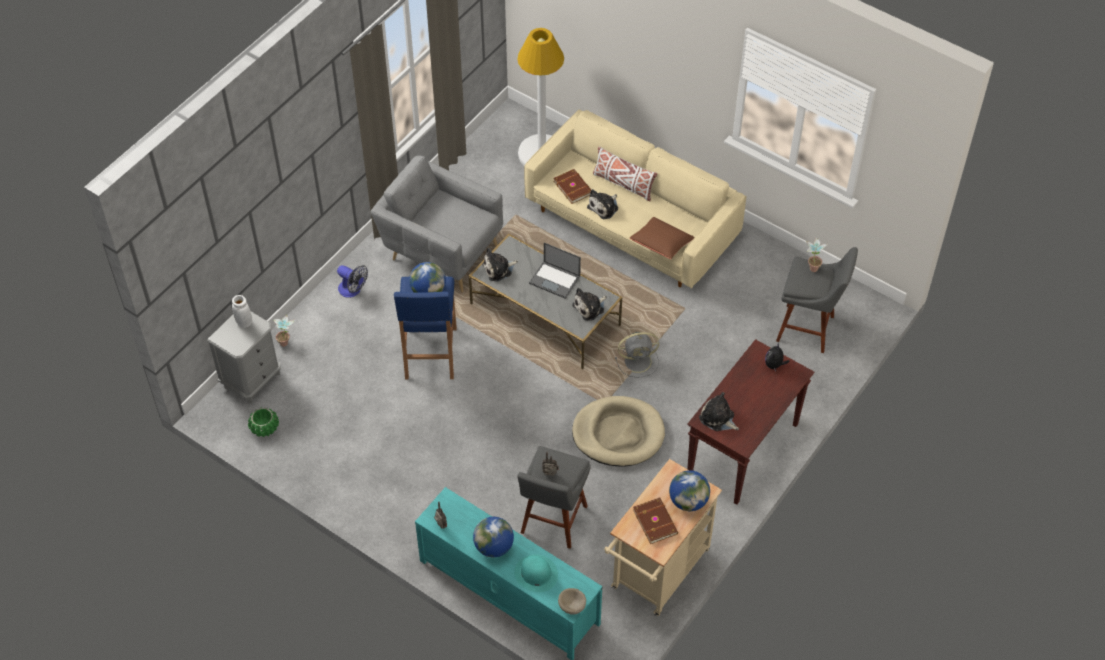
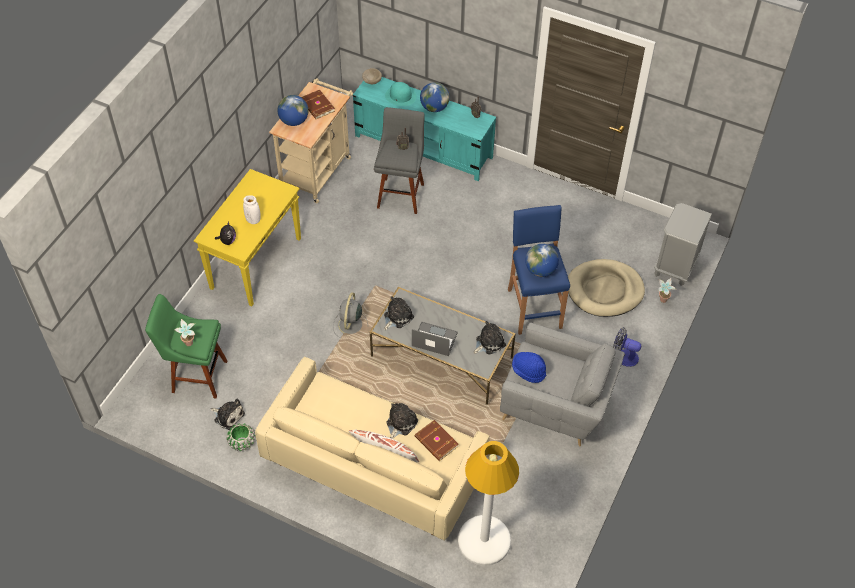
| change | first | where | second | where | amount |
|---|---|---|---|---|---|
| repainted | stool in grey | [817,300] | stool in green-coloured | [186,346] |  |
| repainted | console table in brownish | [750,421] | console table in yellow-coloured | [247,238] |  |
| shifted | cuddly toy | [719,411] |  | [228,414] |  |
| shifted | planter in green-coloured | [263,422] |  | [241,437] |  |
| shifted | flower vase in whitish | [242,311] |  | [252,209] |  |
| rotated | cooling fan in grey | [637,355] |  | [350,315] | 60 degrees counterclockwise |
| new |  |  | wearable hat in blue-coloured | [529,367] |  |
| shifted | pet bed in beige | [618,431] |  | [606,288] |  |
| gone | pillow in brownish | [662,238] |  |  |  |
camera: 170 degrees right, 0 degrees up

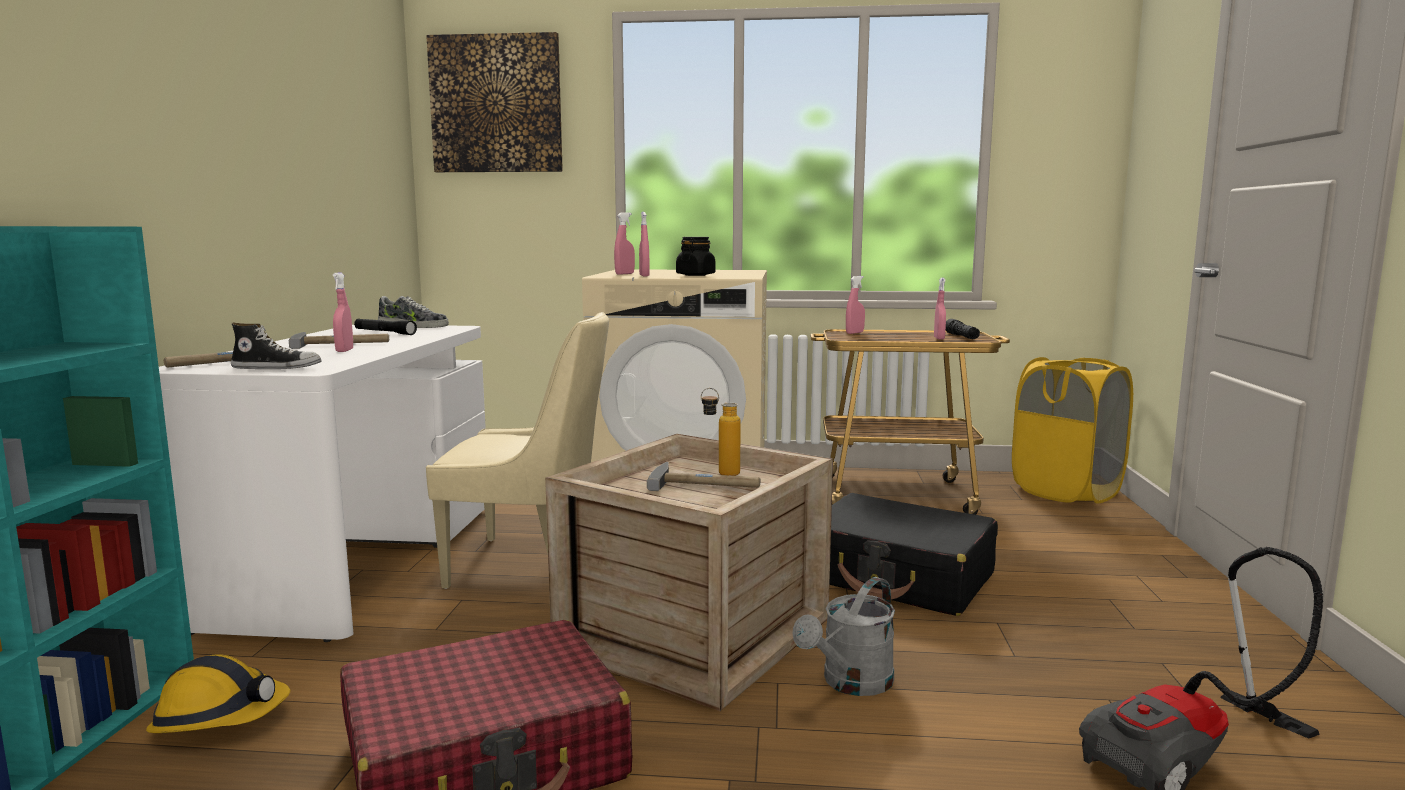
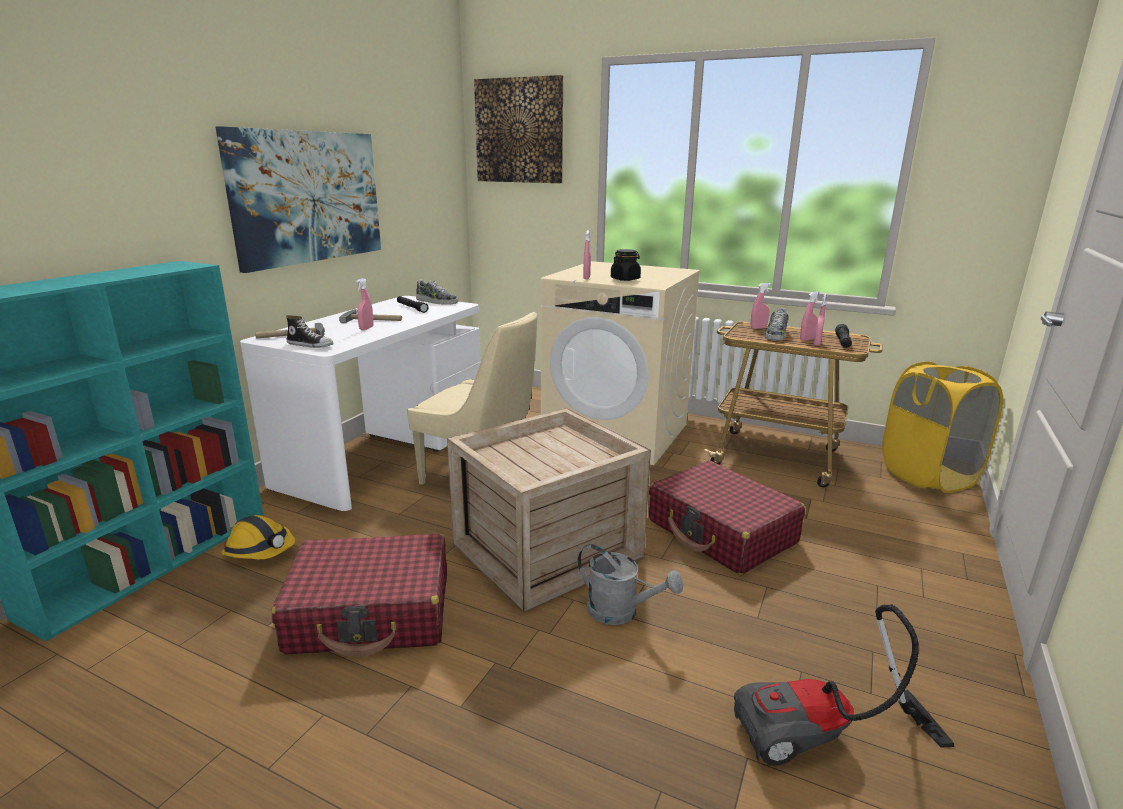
| change | first | where | second | where | amount |
|---|---|---|---|---|---|
| new |  |  | wall art | [298,199] |  |
| rotated | watering can in grey | [844,636] |  | [630,584] | 120 degrees counterclockwise |
| repainted | piece of luggage in blackish | [913,554] | piece of luggage in red | [727,518] |  |
| new |  |  | low shoe | [777,324] |  |
| shifted | spray bottle in pink | [624,243] |  | [810,316] |  |
| gone | tool hammer | [703,476] |  |  |  |
| gone | bottle | [721,432] |  |  |  |
camera: 20 degrees right, 10 degrees up

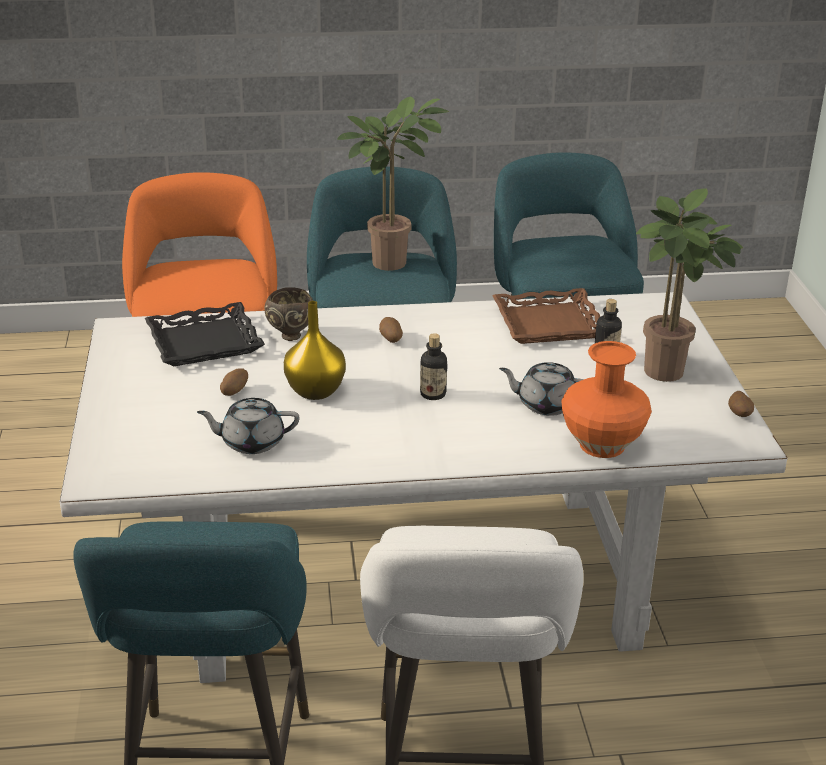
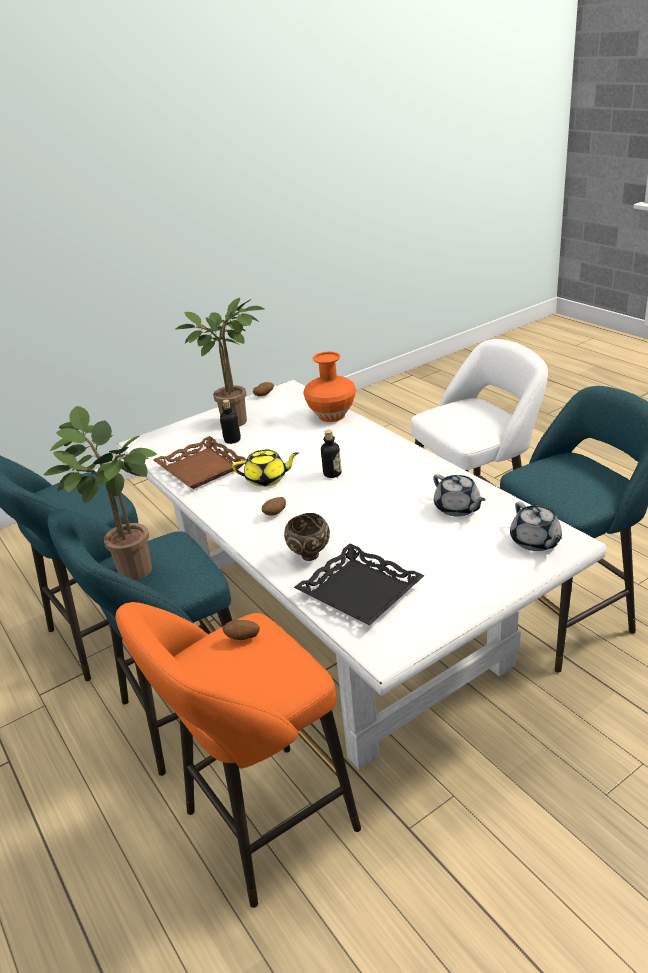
| change | first | where | second | where | amount |
|---|---|---|---|---|---|
| shifted | whole potato | [234,382] |  | [241,630] |  |
| new |  |  | pot for tea in yellow-coloured | [265,468] |  |
| shifted | pot for tea in grey | [541,389] |  | [536,526] |  |
| gone | flower vase in yellow-coloured | [315,350] |  |  |  |
camera: 115 degrees left, 0 degrees up

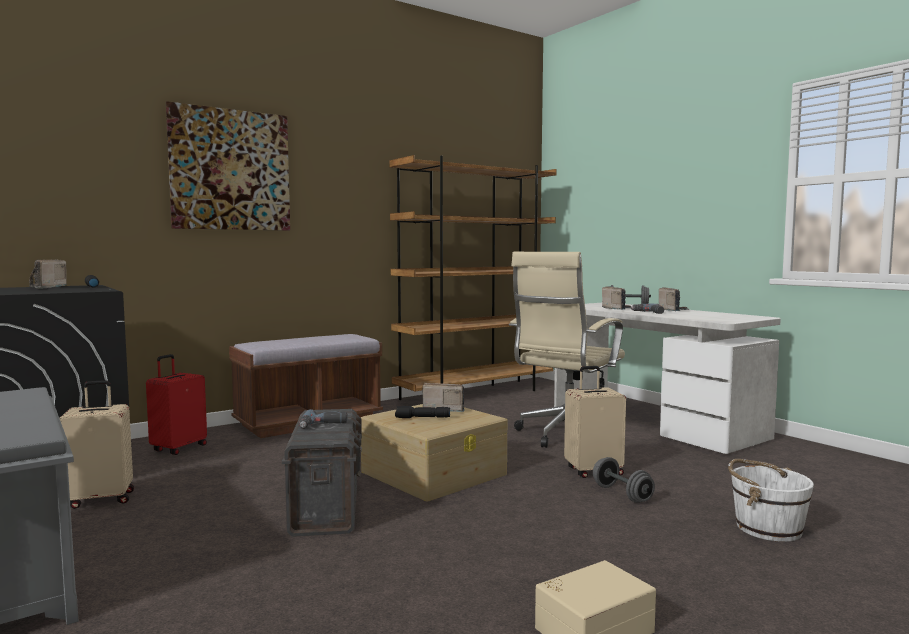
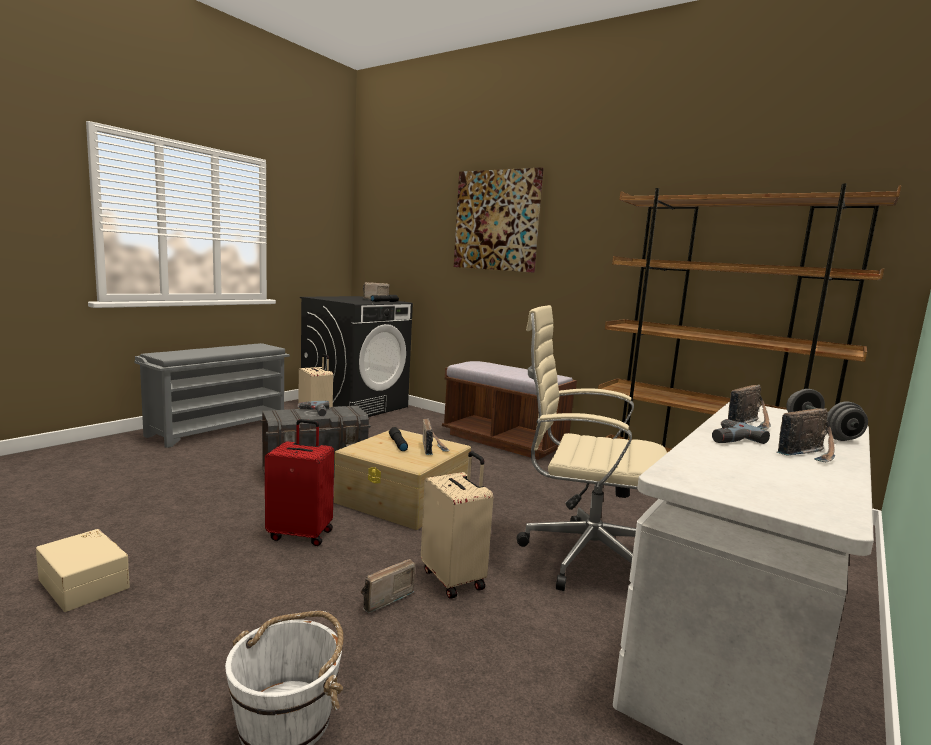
| change | first | where | second | where | amount |
|---|---|---|---|---|---|
| shifted | piece of luggage in red | [176,404] |  | [299,482] |  |
| swapped | free weight in grey | [624,480] | radio receiver | [388,586] |  |
camera: 70 degrees right, 5 degrees up

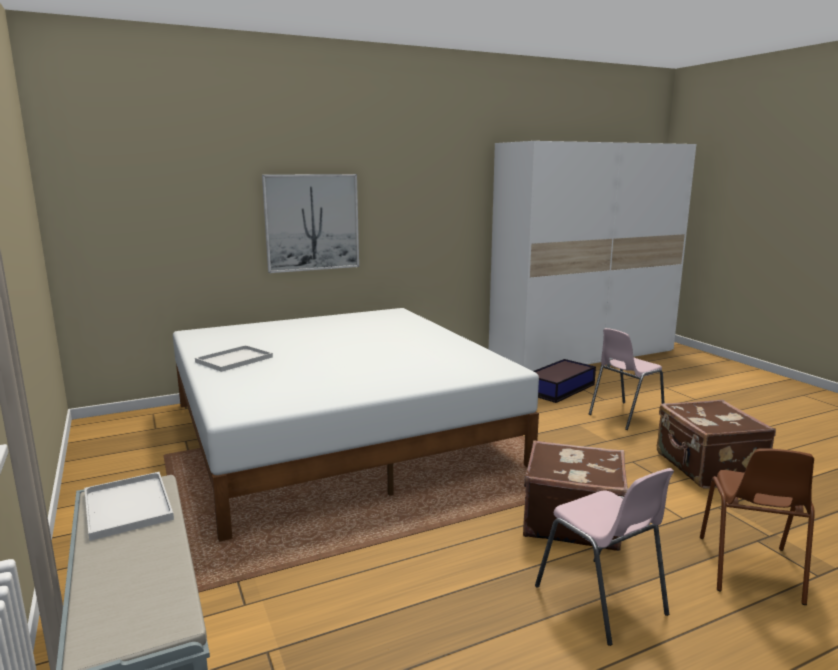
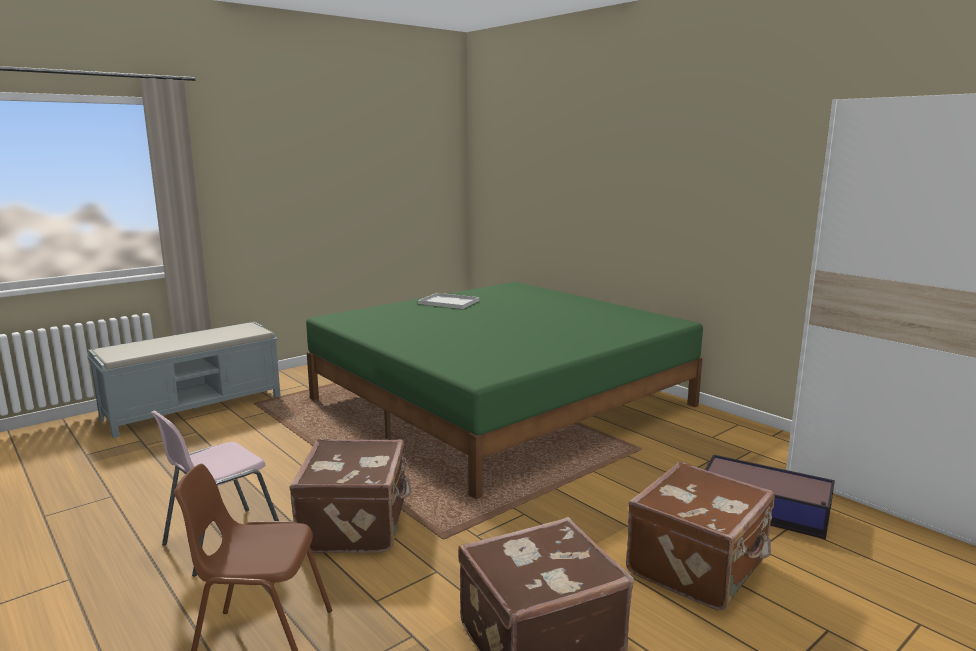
| change | first | where | second | where | amount |
|---|---|---|---|---|---|
| repainted | sleeping bed in whitish | [356,425] | sleeping bed in green-coloured | [504,391] |  |
| swapped | upright chair in pink | [626,379] | piece of luggage in brownish | [700,535] |  |
| gone | carrying tray in whitish | [129,506] |  |  |  |
| gone | wall art | [310,223] |  |  |  |
camera: 75 degrees right, 0 degrees up

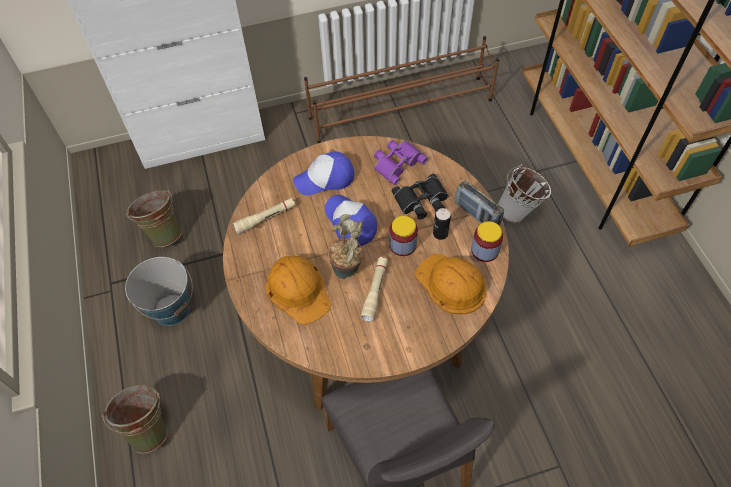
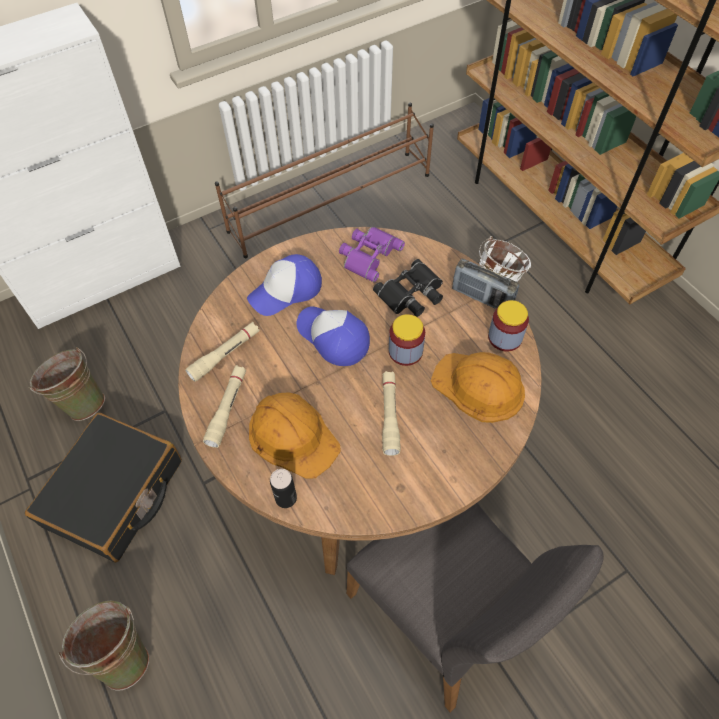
| change | first | where | second | where | amount |
|---|---|---|---|---|---|
| swapped | bucket | [159,291] | piece of luggage in blackish | [103,487] |  |
| new |  |  | torch in beige | [224,406] |  |
| shifted | can | [442,224] |  | [283,488] |  |
| gone | plant in a pot | [345,246] |  |  |  |
camera: 15 degrees left, 0 degrees up

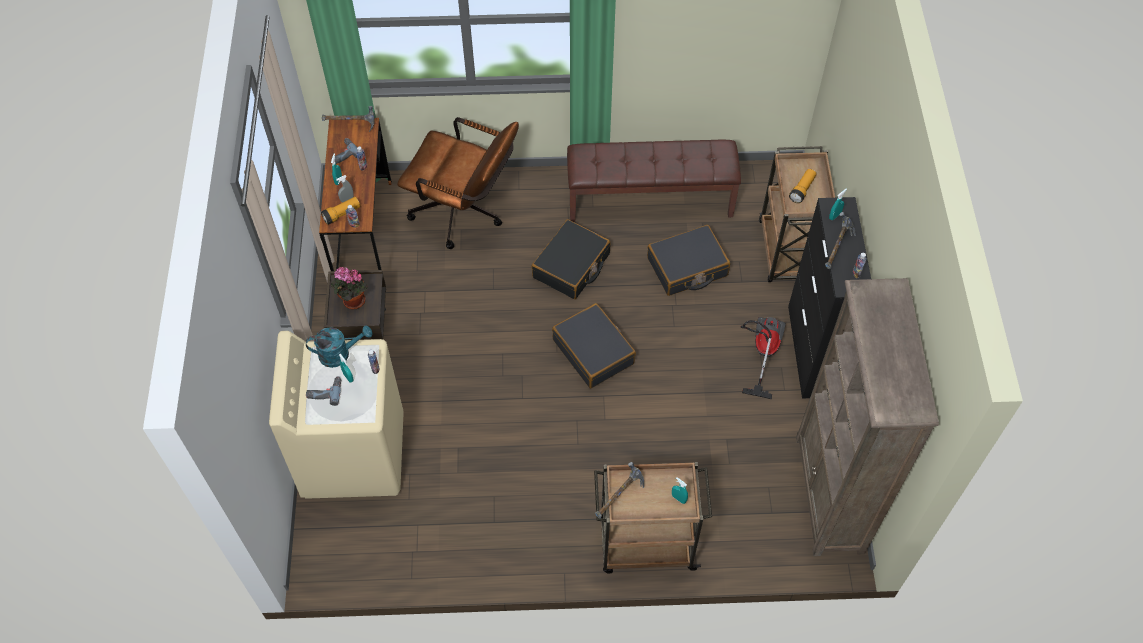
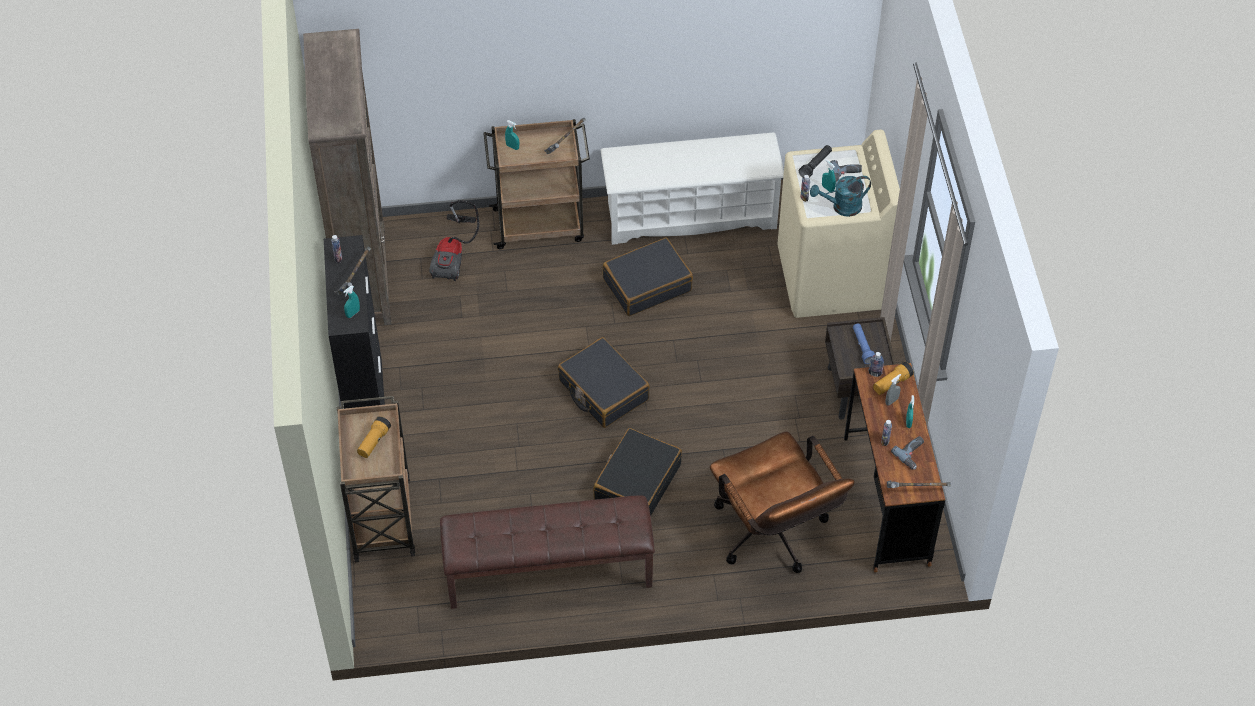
| change | first | where | second | where | amount |
|---|---|---|---|---|---|
| shifted | hoover | [763,358] |  | [454,240] |  |
| new |  |  | shoe stand in whitish | [692,189] |  |
| shifted | piece of luggage in blackish | [688,260] |  | [648,276] |  |
| rotated | desk chair in brownish | [458,183] |  | [782,502] | 135 degrees counterclockwise |
| new |  |  | torch in blackish | [815,161] |  |
| swapped | plant in a pot | [349,288] | torch in blue-coloured | [864,344] |  |
camera: 175 degrees right, 5 degrees down

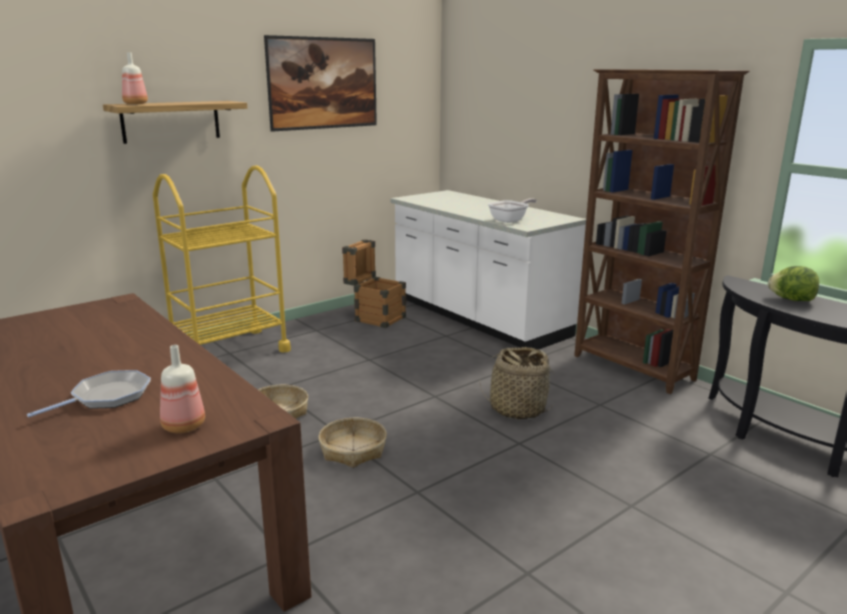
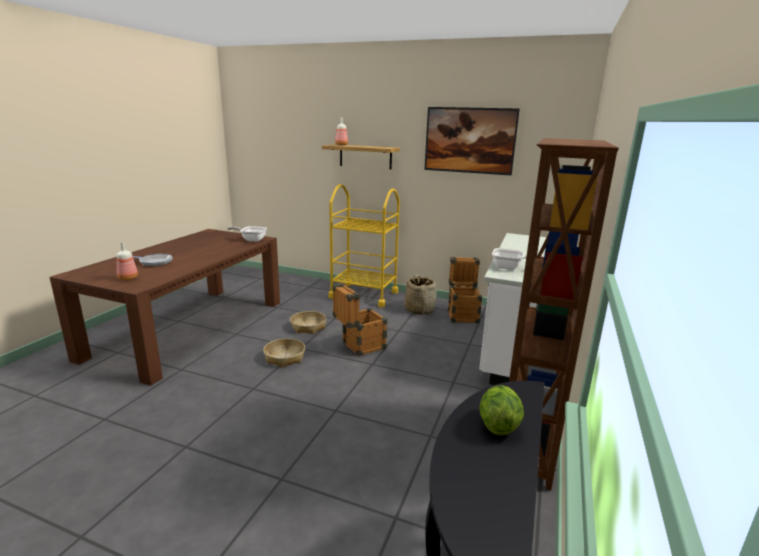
| change | first | where | second | where | amount |
|---|---|---|---|---|---|
| new |  |  | skillet | [247,234] |  |
| new |  |  | crate | [359,320] |  |
| shifted | basket | [516,383] |  | [420,295] |  |
camera: 60 degrees right, 0 degrees up

